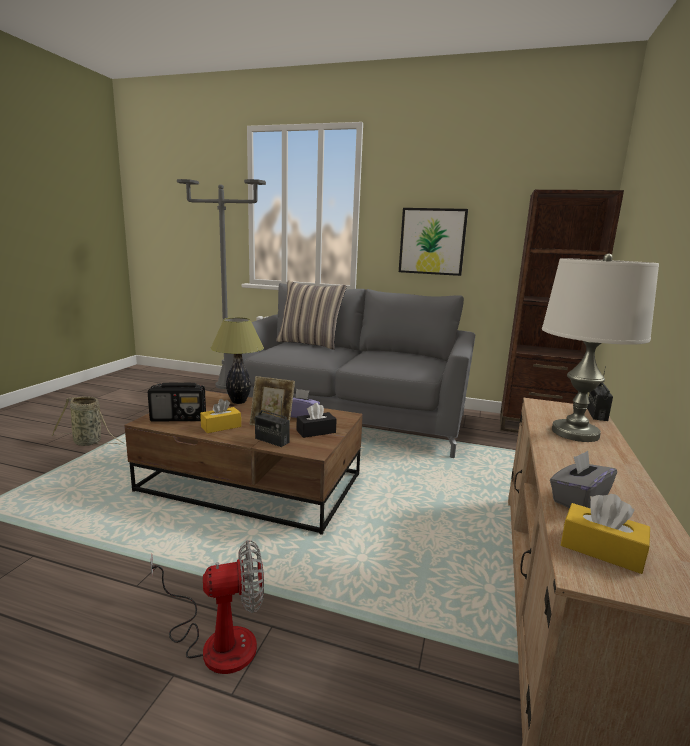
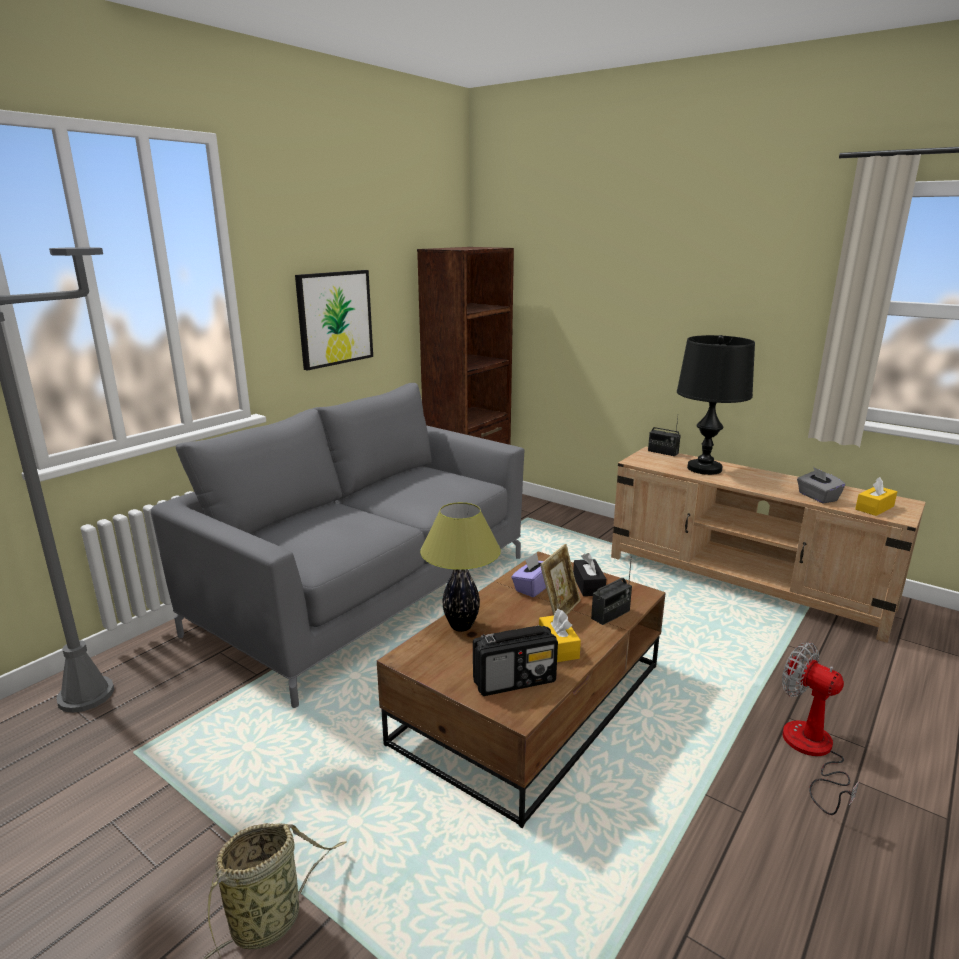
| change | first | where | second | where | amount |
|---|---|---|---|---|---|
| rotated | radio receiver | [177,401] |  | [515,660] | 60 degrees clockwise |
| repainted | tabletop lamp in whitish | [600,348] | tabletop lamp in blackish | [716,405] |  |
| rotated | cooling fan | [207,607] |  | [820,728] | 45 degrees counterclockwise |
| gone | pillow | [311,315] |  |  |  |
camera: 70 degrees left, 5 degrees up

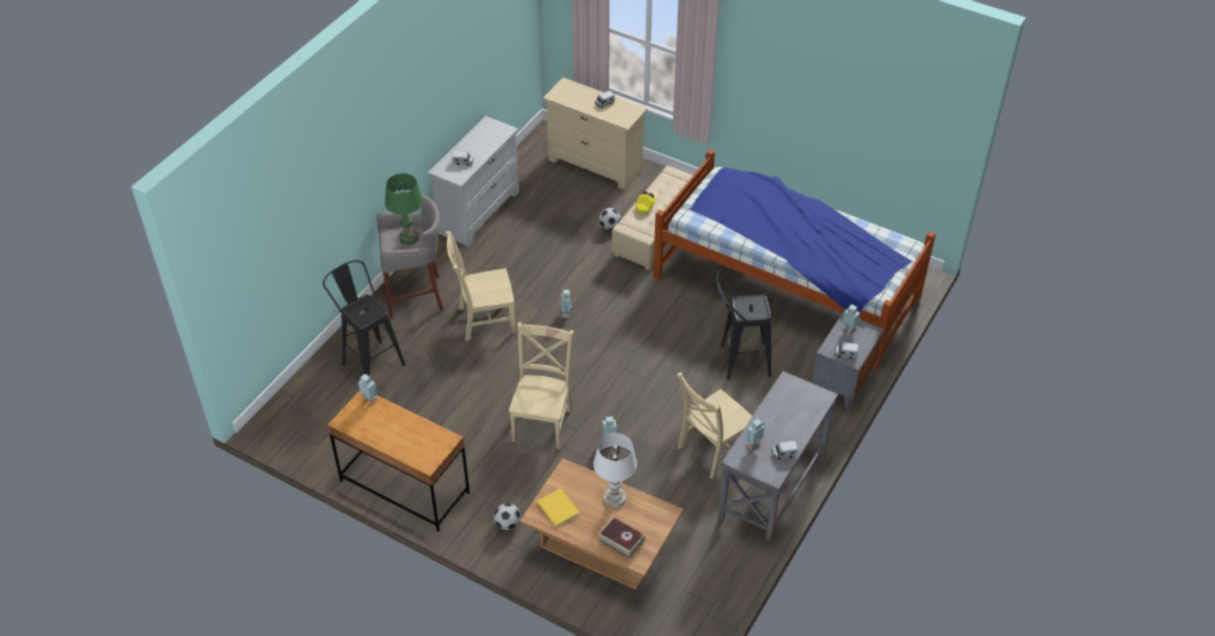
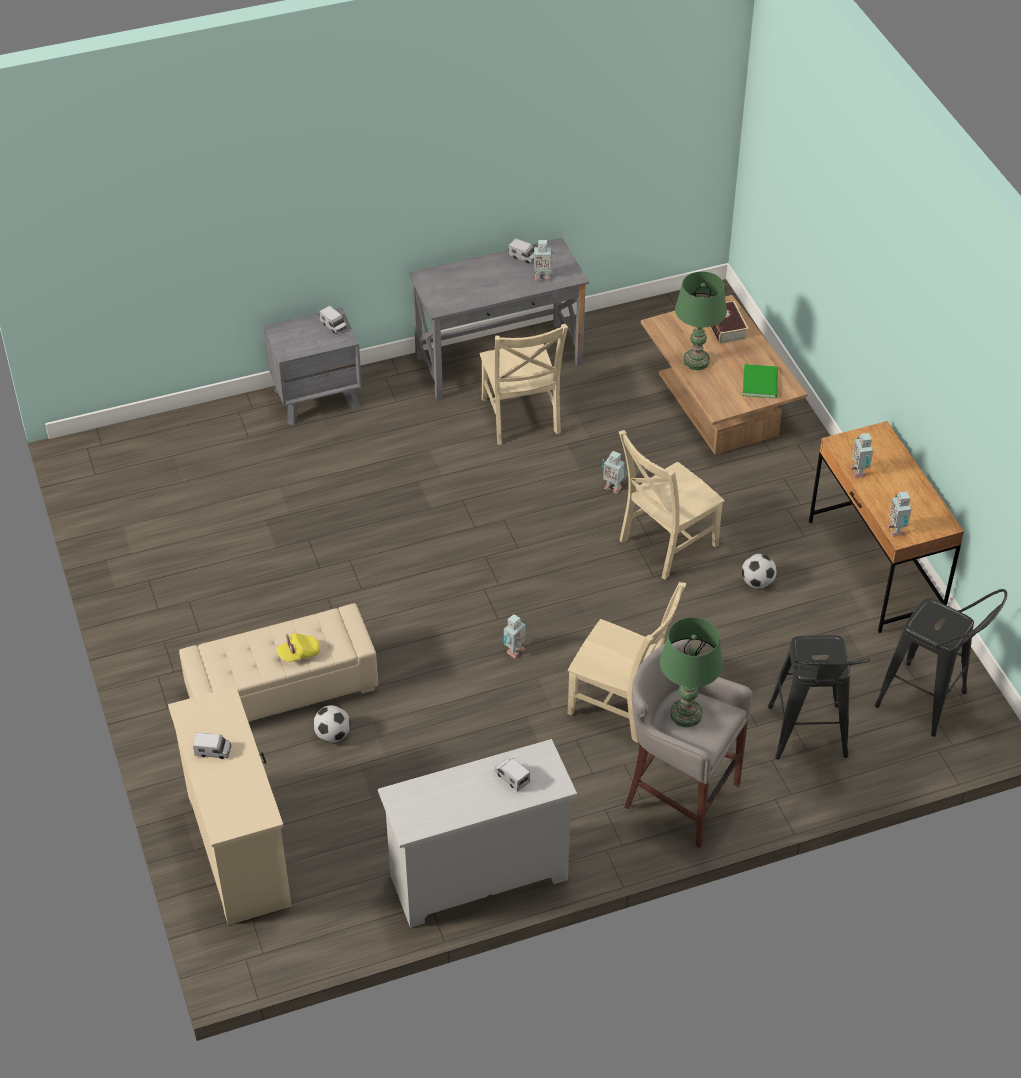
| change | first | where | second | where | amount |
|---|---|---|---|---|---|
| rotated | upright chair in beige | [714,425] |  | [524,384] | 75 degrees clockwise |
| repainted | tabletop lamp in whitish | [615,470] | tabletop lamp in green-coloured | [701,321] |  |
| shifted | football ball | [507,516] |  | [759,571] |  |
| repainted | volume in yellow-coloured | [558,507] | volume in green-coloured | [760,381] |  |
| shifted | toy robot | [851,319] |  | [861,455] |  |
| shifted | stool in blackish | [744,324] |  | [941,663] |  |
| gone | sleeping bed | [794,259] |  |  |  |
camera: 140 degrees left, 0 degrees up

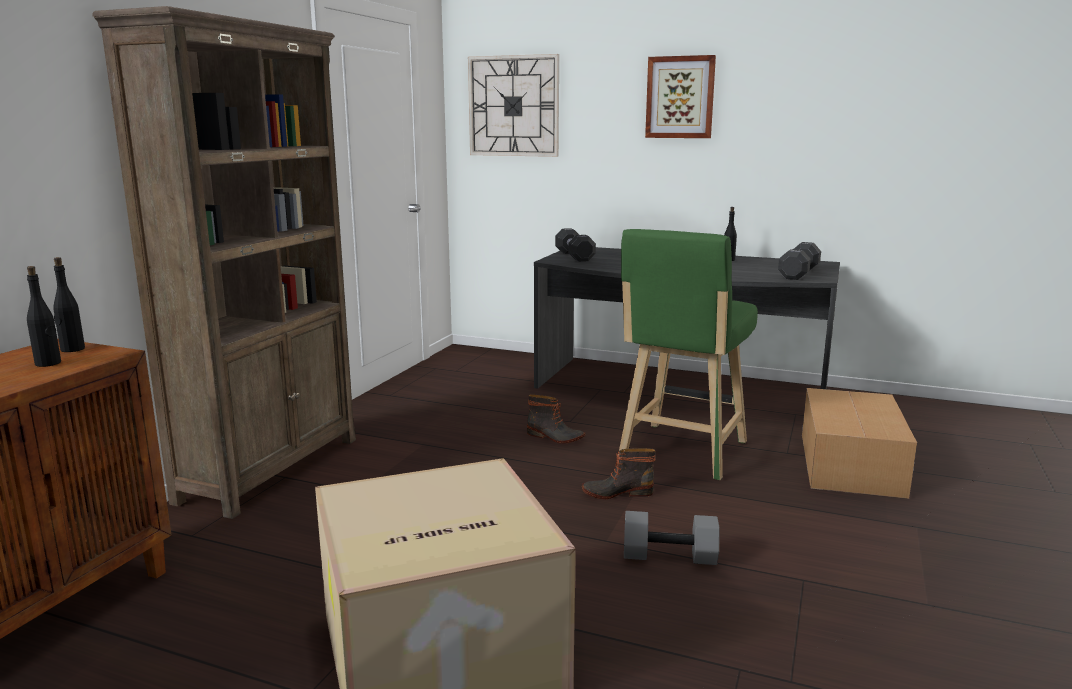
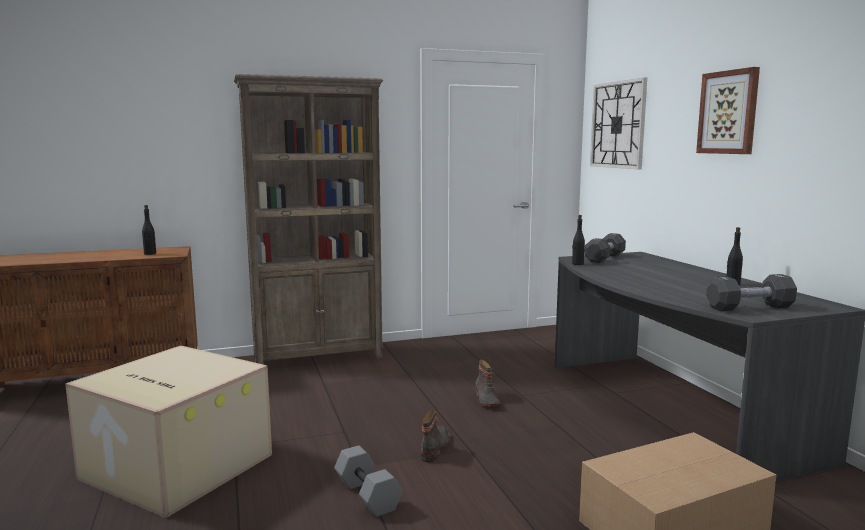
| change | first | where | second | where | amount |
|---|---|---|---|---|---|
| rotated | boot | [619,473] |  | [435,436] | 60 degrees clockwise |
| shifted | bottle in blackish | [69,304] |  | [578,240] |  |
| gone | stool in green-coloured | [688,354] |  |  |  |
camera: 50 degrees right, 5 degrees down

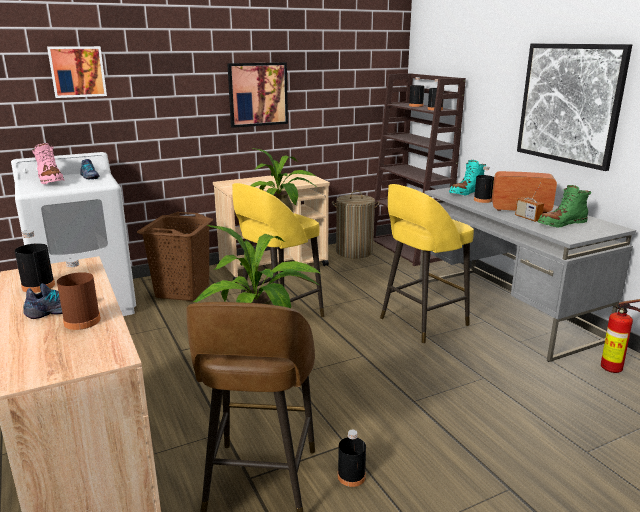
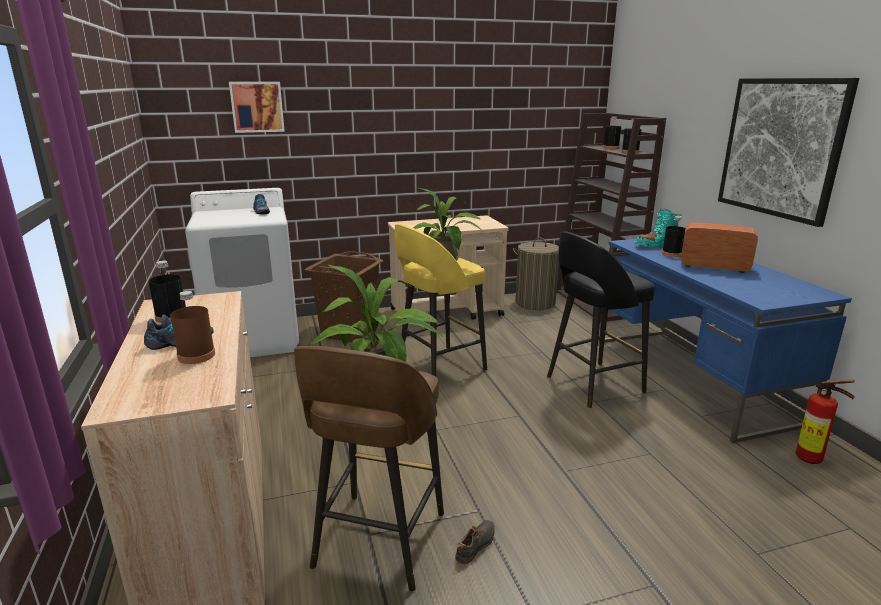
| change | first | where | second | where | amount |
|---|---|---|---|---|---|
| swapped | bottle in blackish | [352,458] | low shoe in blackish | [475,542] |  |
| repainted | stool in yellow-coloured | [427,264] | stool in blackish | [601,320] |  |
| repainted | desk unit in grey | [527,274] | desk unit in blue-coloured | [725,341] |  |
| gone | boot in pink | [48,164] |  |  |  |
| gone | wall art | [257,95] |  |  |  |
| gone | radio receiver | [529,202] |  |  |  |
| gone | boot in green-coloured | [564,206] |  |  |  |
camera: 10 degrees right, 0 degrees up

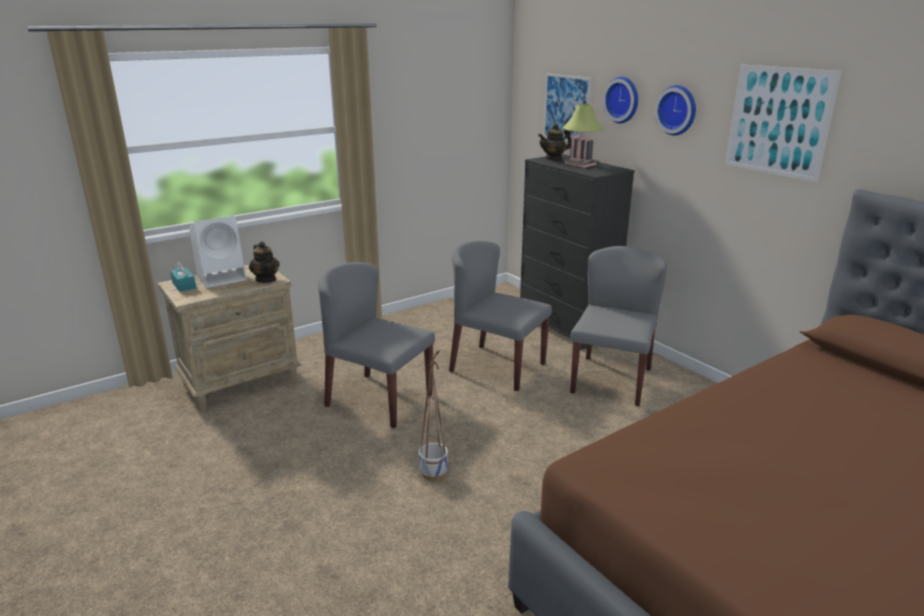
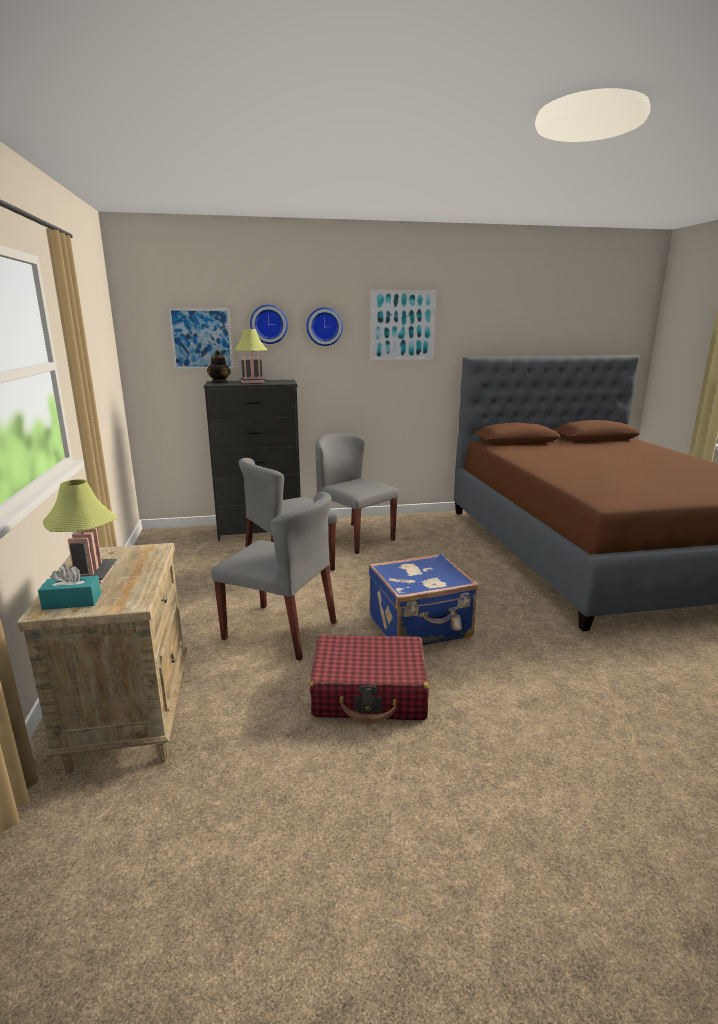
| change | first | where | second | where | amount |
|---|---|---|---|---|---|
| swapped | speaker in whitish | [217,252] | tabletop lamp | [80,531] |  |
| rotated | upright chair in grey | [376,345] |  | [274,576] | 120 degrees counterclockwise |
| new |  |  | piece of luggage in red | [369,679] |  |
| swapped | planter | [433,415] | piece of luggage in blue-coloured | [423,599] |  |
| gone | pot for tea | [264,262] |  |  |  |
camera: 65 degrees left, 5 degrees down

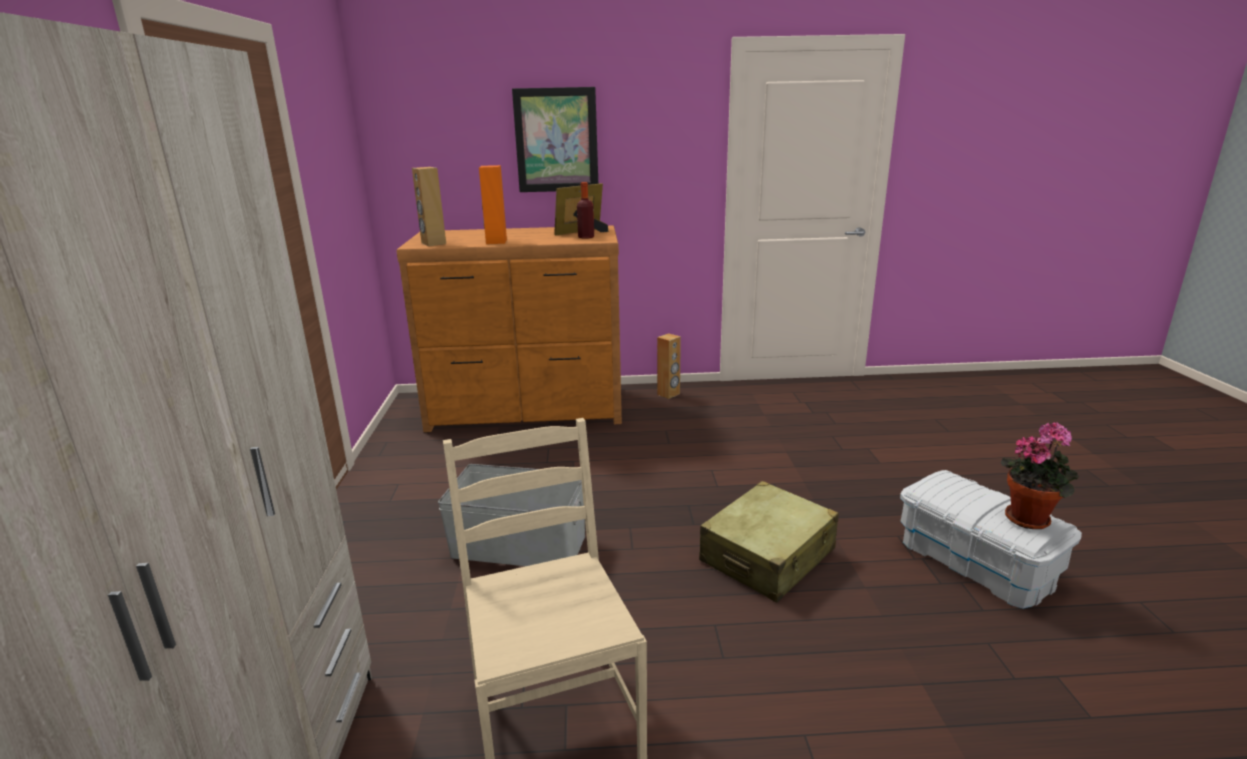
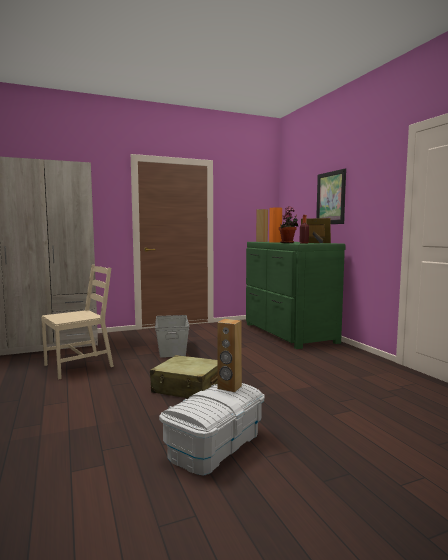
| change | first | where | second | where | amount |
|---|---|---|---|---|---|
| shifted | speaker in brownish | [669,366] |  | [229,355] |  |
| repainted | dresser in brownish | [509,329] | dresser in green-coloured | [296,295] |  |
| shifted | plant in a pot | [1040,475] |  | [288,224] |  |
camera: 70 degrees right, 15 degrees down

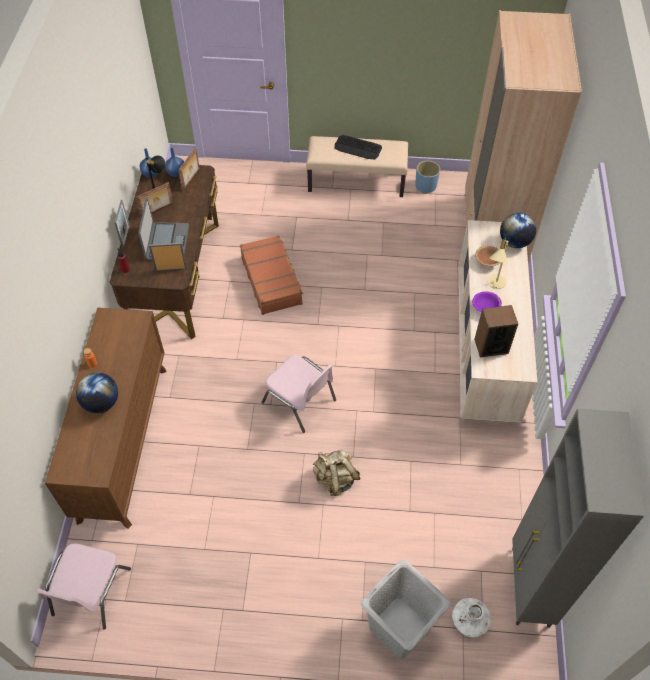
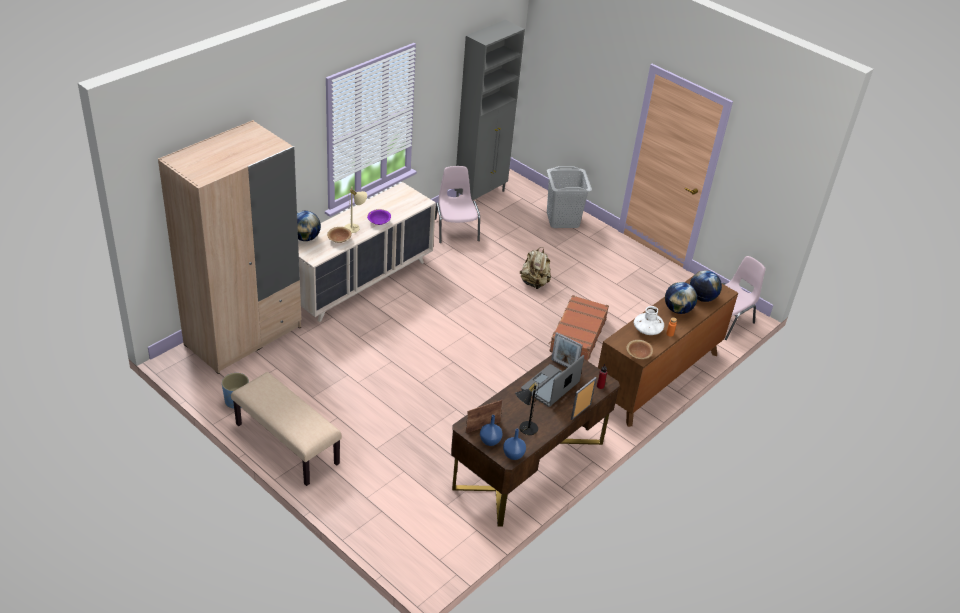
| change | first | where | second | where | amount |
|---|---|---|---|---|---|
| shifted | upright chair in pink | [298,394] |  | [457,204] |  |
| shifted | piece of luggage in brownish | [271,275] |  | [579,328] |  |
| new |  |  | bowl in brownish | [639,349] |  |
| shifted | flower vase in whitish | [471,617] |  | [649,320] |  |
| new |  |  | desk globe | [706,286] |  |
| gone | standing frame | [154,200] |  |  |  |
| gone | computer keyboard | [358,147] |  |  |  |
| gone | speaker | [496,331] |  |  |  |
camera: 145 degrees left, 15 degrees down

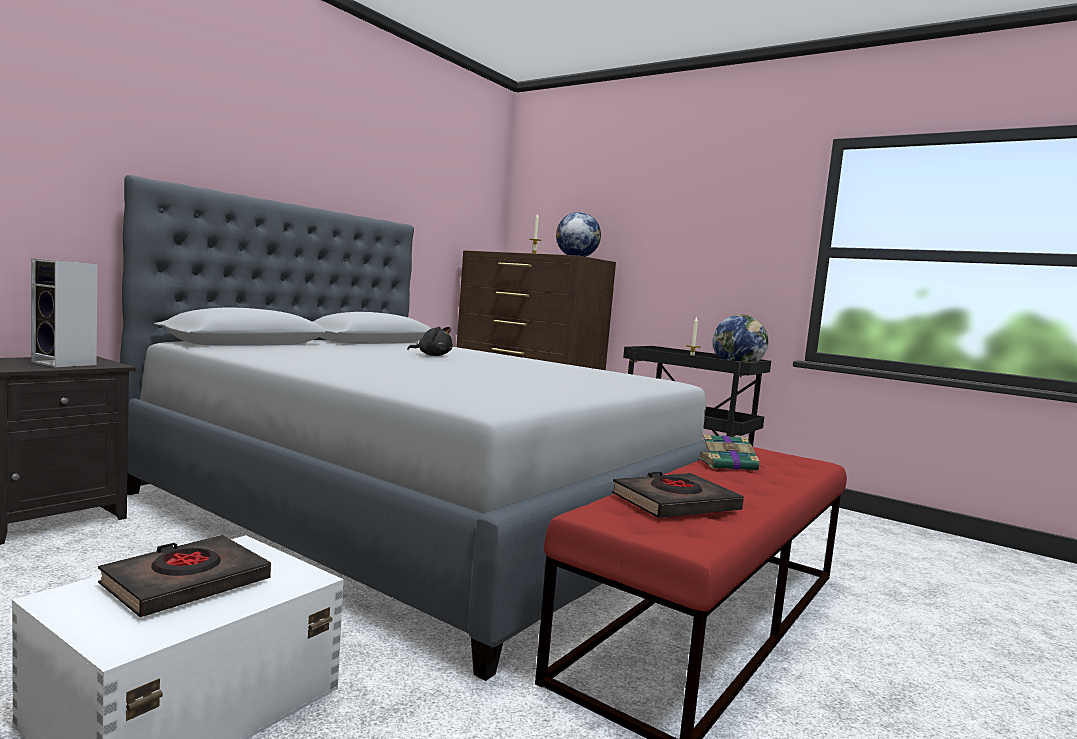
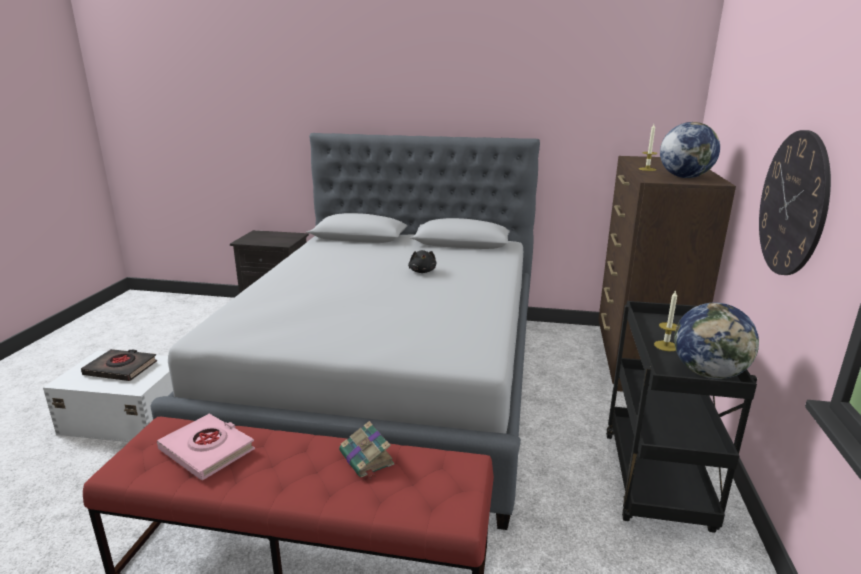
| change | first | where | second | where | amount |
|---|---|---|---|---|---|
| repainted | volume in blackish | [678,495] | volume in pink | [206,447] |  |
| new |  |  | hanging clock | [795,202] |  |
| gone | speaker | [64,313] |  |  |  |
camera: 65 degrees right, 15 degrees up

